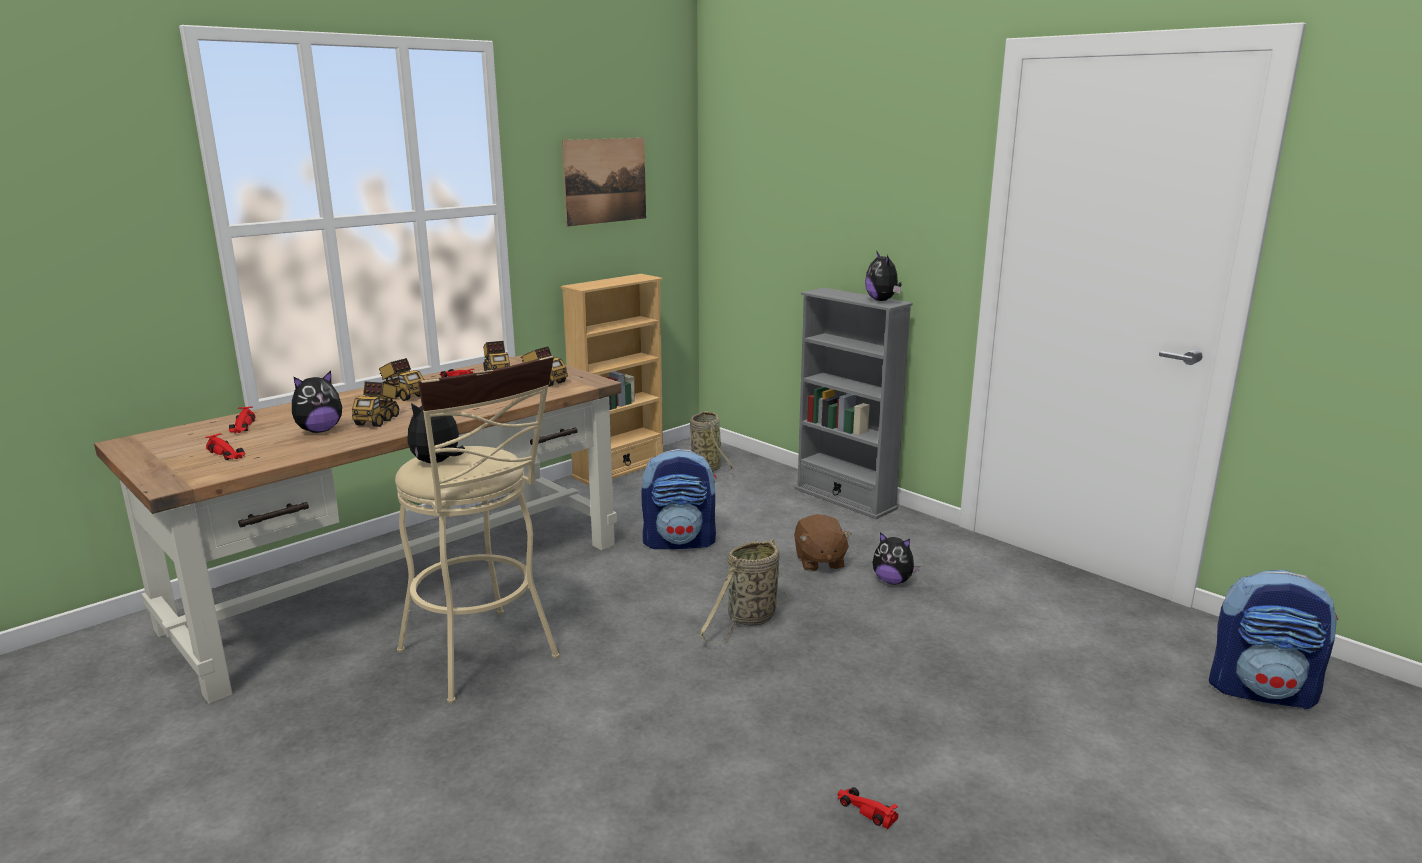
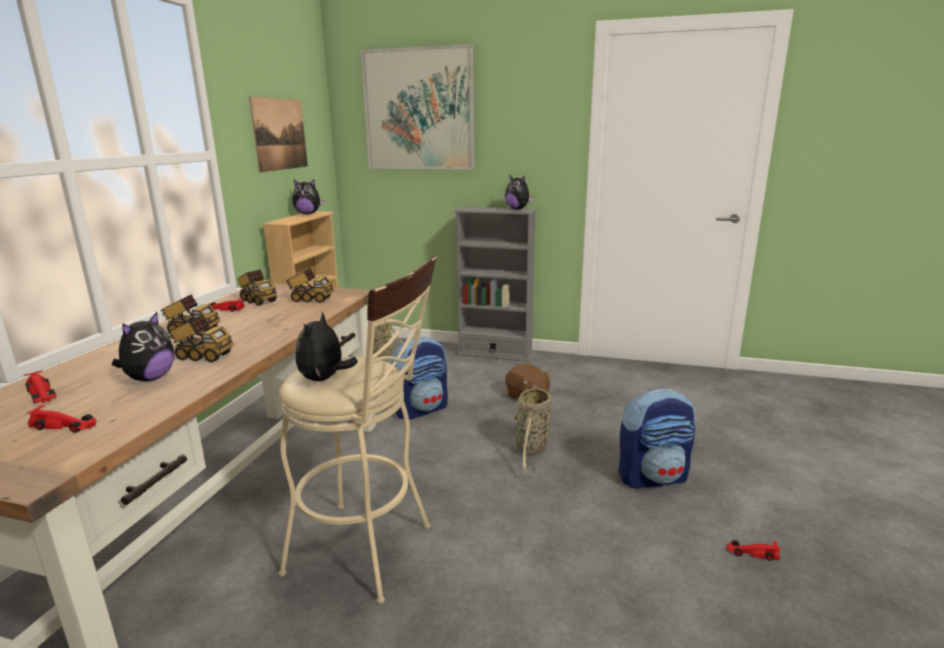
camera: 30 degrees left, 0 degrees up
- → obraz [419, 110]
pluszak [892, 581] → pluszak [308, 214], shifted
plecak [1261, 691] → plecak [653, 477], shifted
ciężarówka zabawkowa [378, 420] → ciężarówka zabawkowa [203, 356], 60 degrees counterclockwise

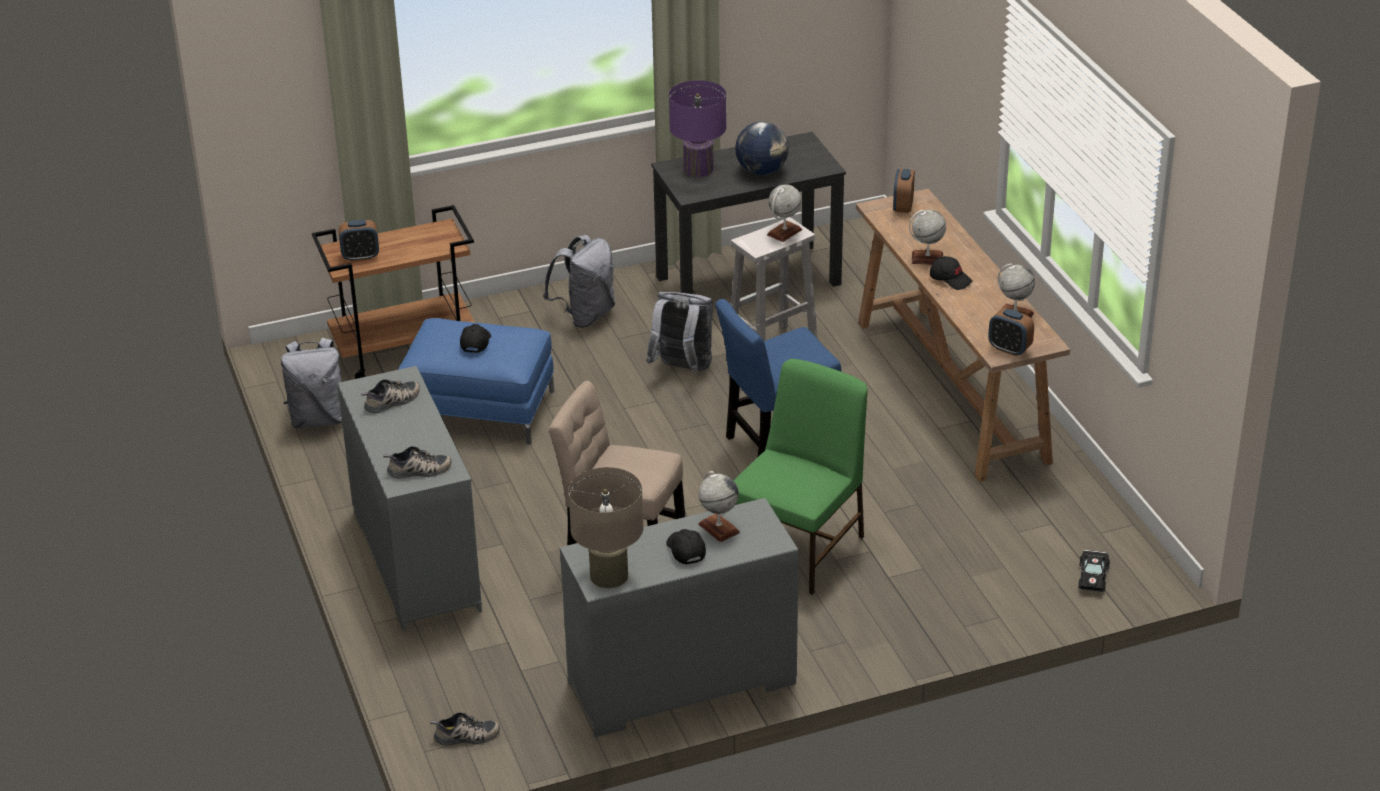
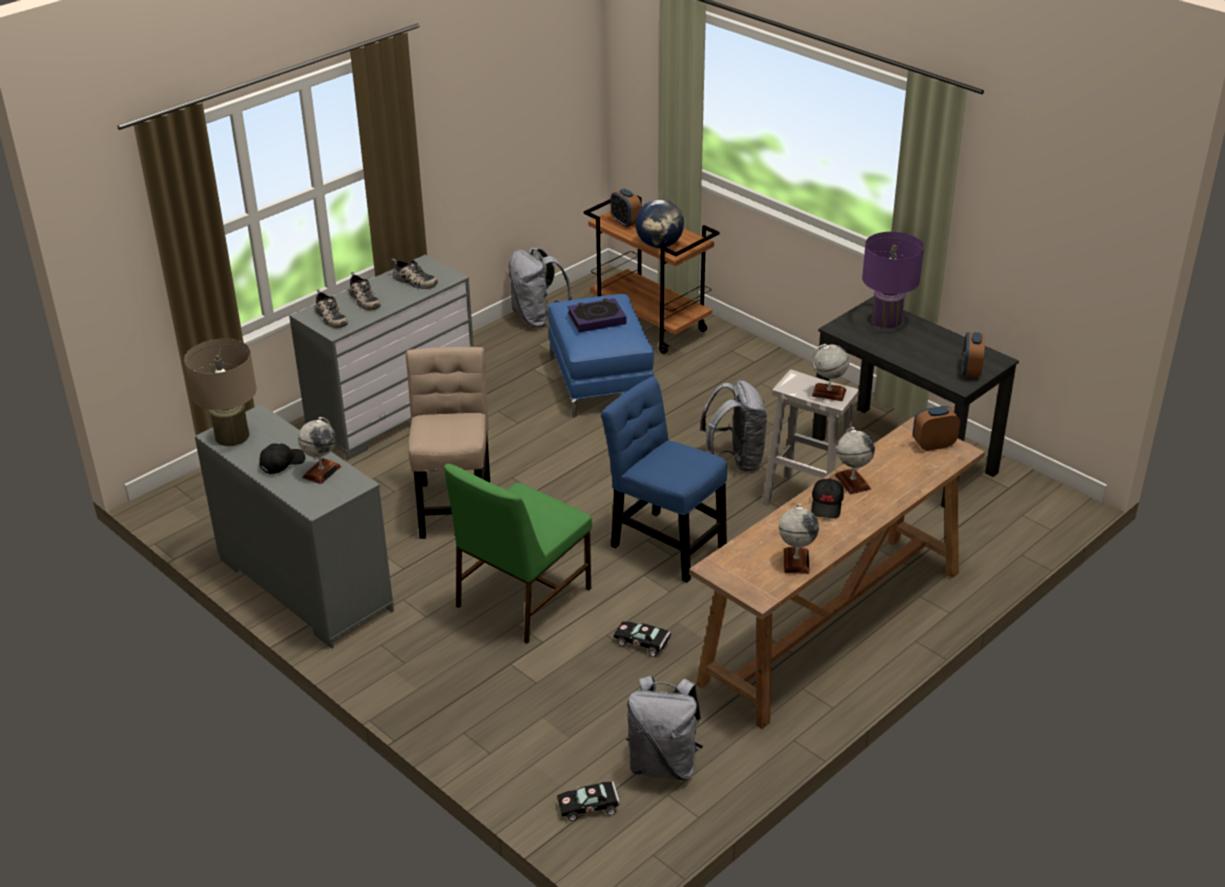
camera: 65 degrees right, 0 degrees up
- → samochodzik/czarny [644, 643]
but [466, 737] → but [363, 299], shifted
plecak/szary [585, 315] → plecak/szary [663, 764], shifted
globus [762, 171] → globus [659, 245], shifted
budzik [1009, 349] → budzik [970, 371], shifted
czapka z daszkiem/czarny [475, 342] → książka [596, 319]
krzesło/zielony [799, 548] → krzesło/zielony [521, 598], 120 degrees clockwise

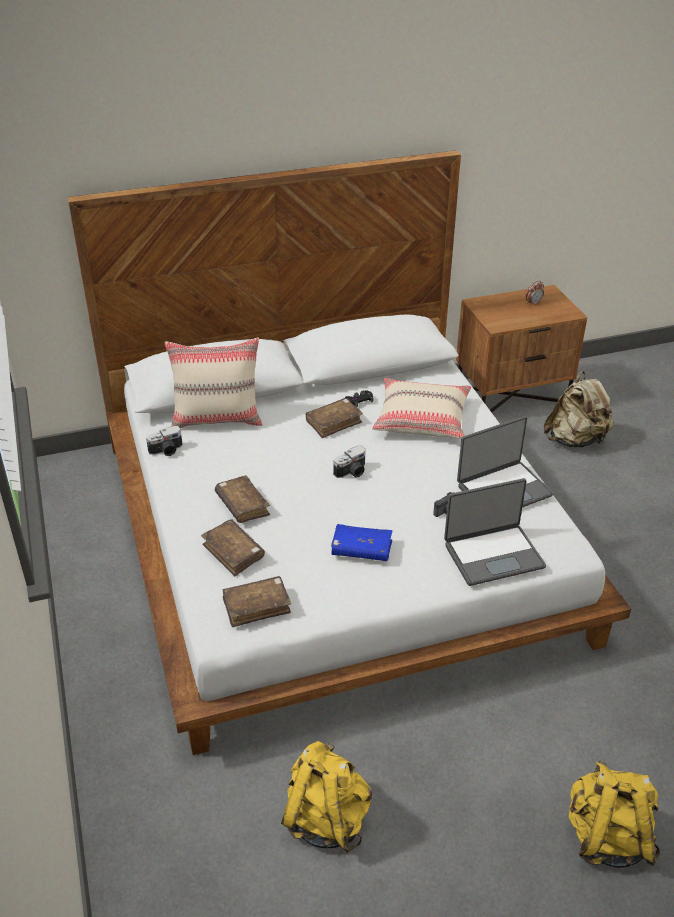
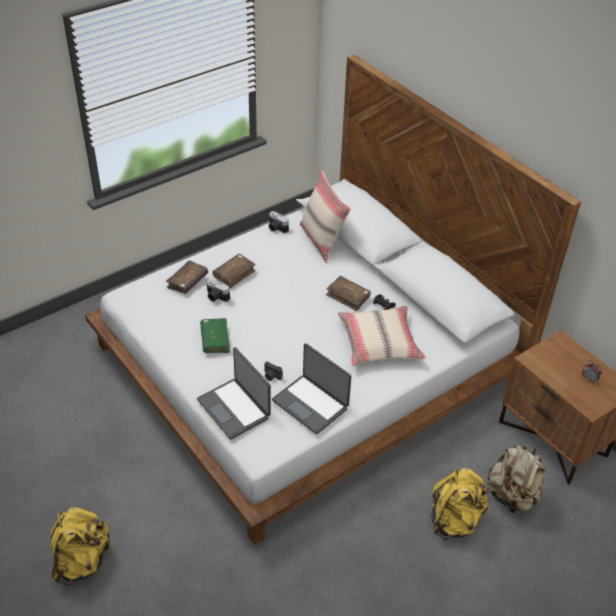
camera: 70 degrees right, 5 degrees up
książka/brązowy [256, 606] → -
plecak/żółty [326, 819] → plecak/żółty [455, 520], shifted
aparat fotograficzny [352, 472] → aparat fotograficzny [216, 297], shifted
książka/niebieski [361, 549] → książka/zielony [215, 340]

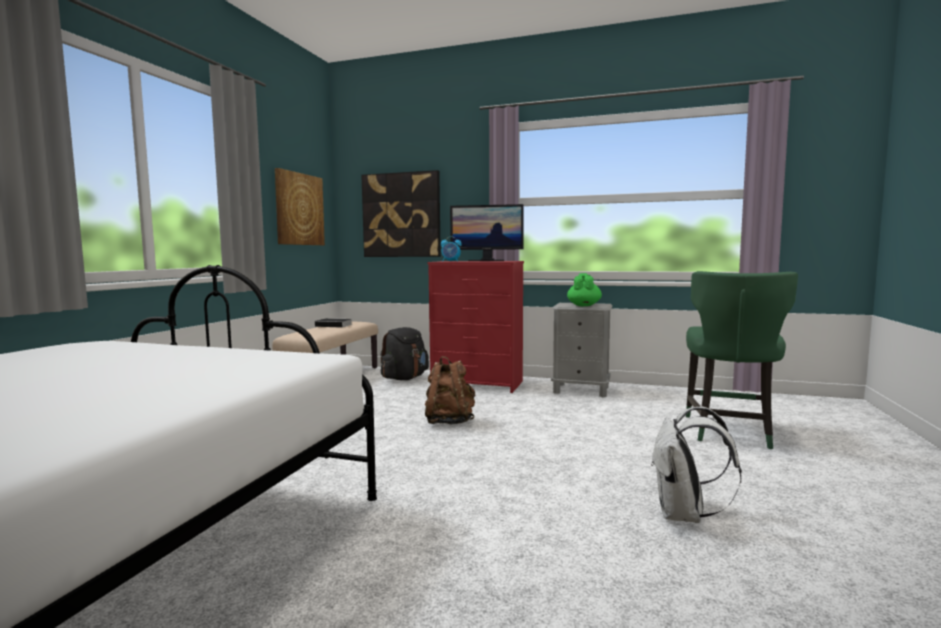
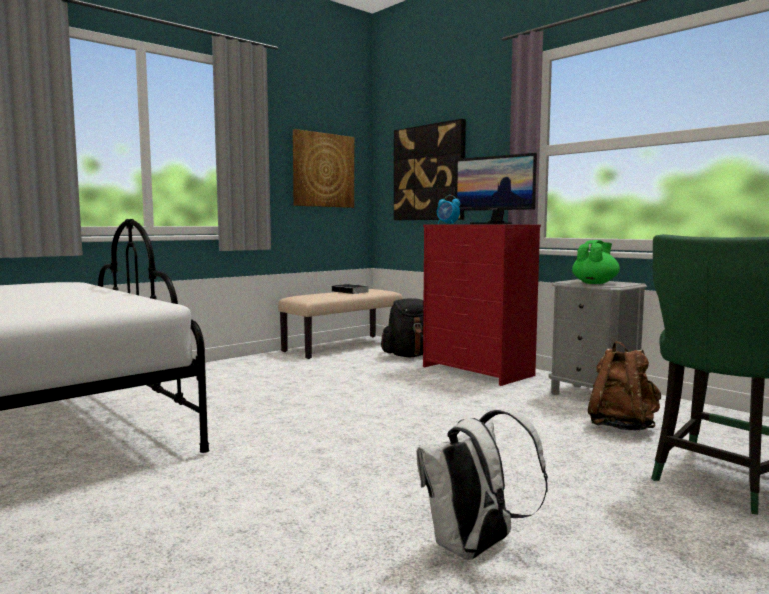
camera: 30 degrees right, 0 degrees up
plecak/brązowy [449, 422] → plecak/brązowy [622, 426], shifted

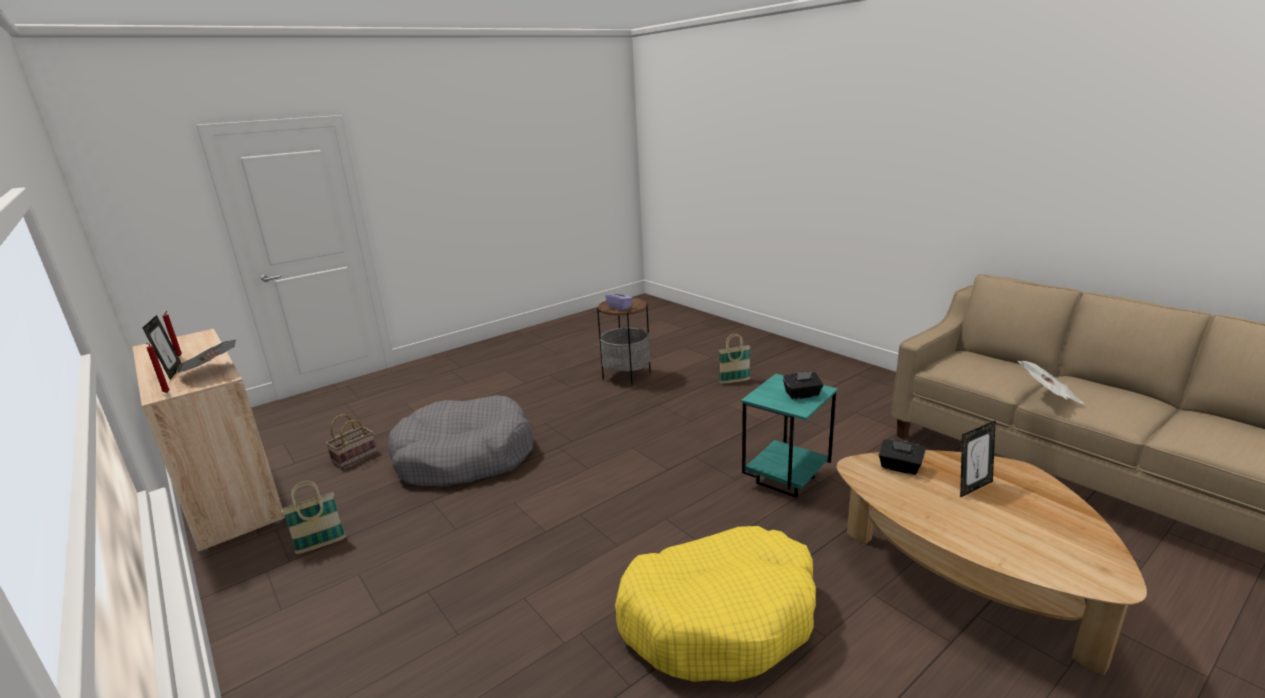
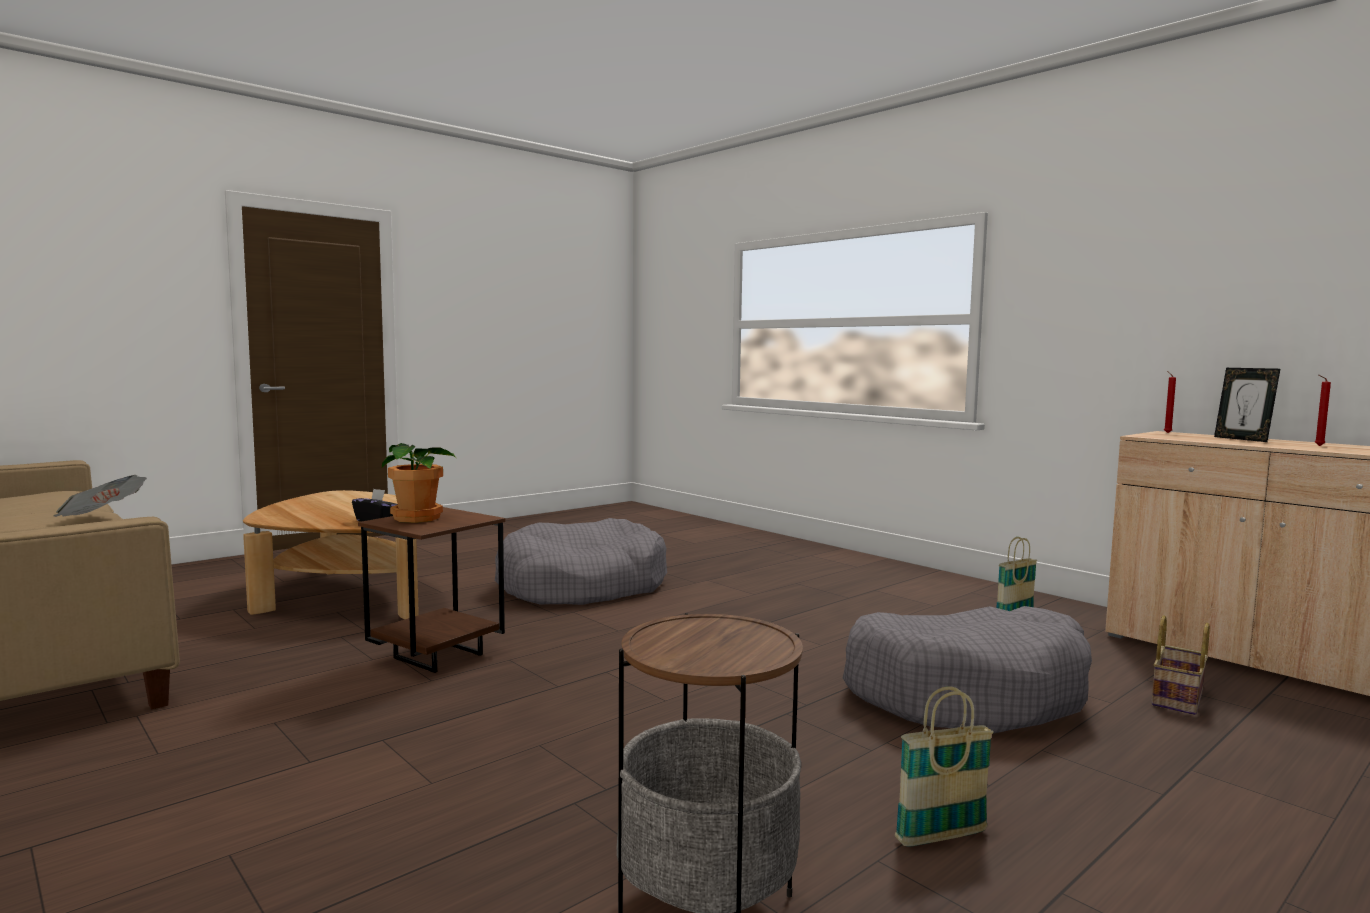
camera: 175 degrees right, 15 degrees down
gazeta [211, 371] → -
pudełko chusteczek/fioletowy [619, 307] → -
ramka na zdjęcie [972, 487] → -
koszyk [734, 381] → koszyk [941, 837], shifted
pudełko chusteczek/czarny [802, 395] → roślina doniczkowa [418, 518]
legowisko/żółty [720, 617] → legowisko/szary [581, 586]
stolik/turkusowy [787, 480] → stolik/brązowy [436, 657]

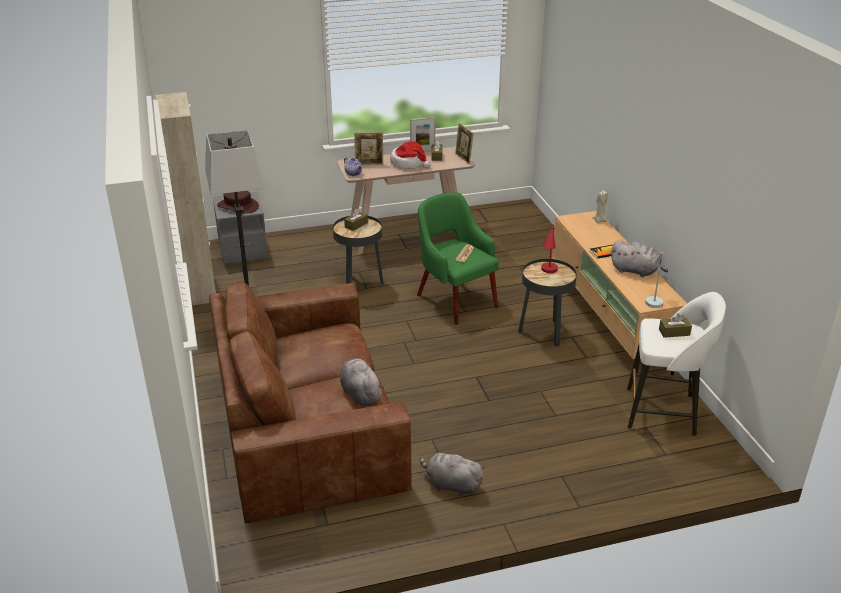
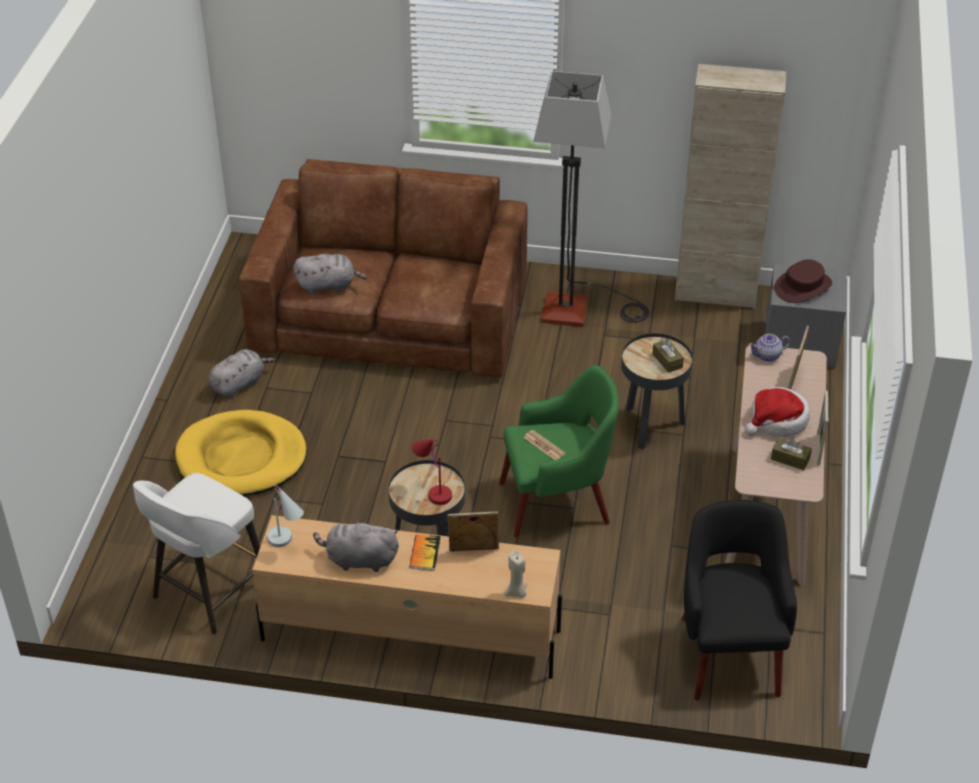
camera: 115 degrees right, 10 degrees up
pudełko chusteczek/brązowy [674, 332] → -
- → legowisko/żółty [241, 458]
- → fotel/czarny [729, 652]
ramka na zdjęcie [463, 159] → ramka na zdjęcie [473, 551], shifted
pluszak/szary [636, 271] → pluszak/szary [359, 560], 45 degrees clockwise

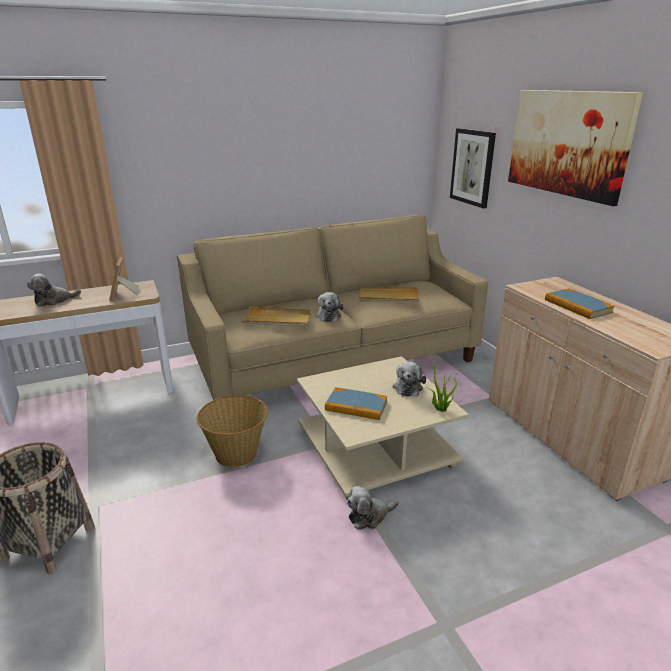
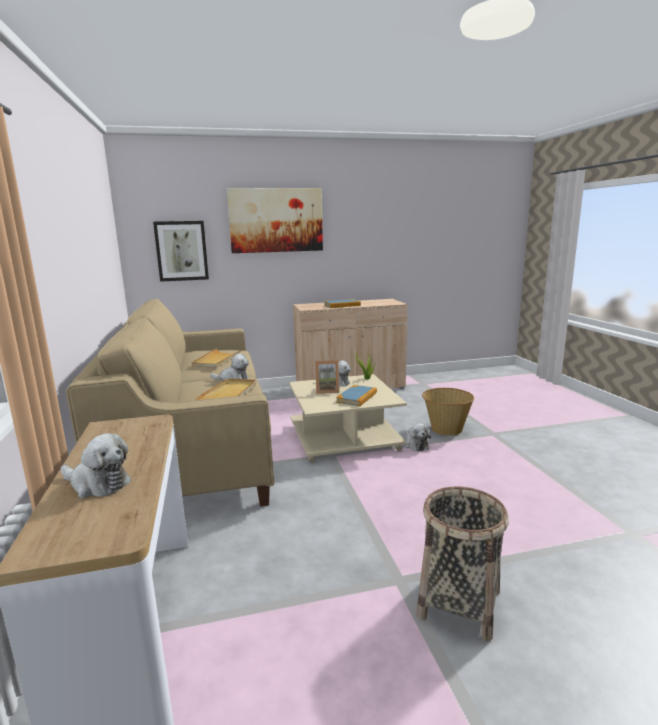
camera: 80 degrees left, 10 degrees down
ramka na zdjęcie [123, 295] → ramka na zdjęcie [327, 391], shifted
koszyk [236, 453] → koszyk [446, 429], shifted
pluszak [54, 300] → pluszak [98, 484], 45 degrees counterclockwise

